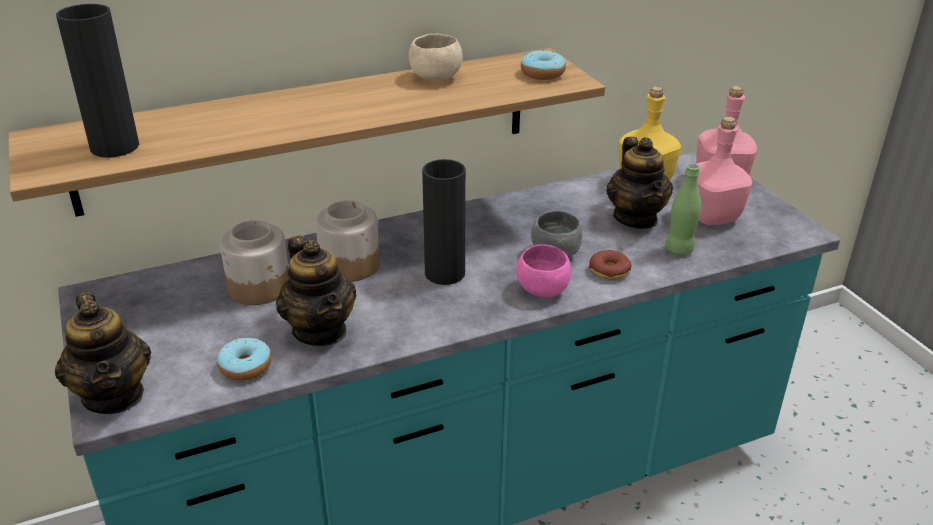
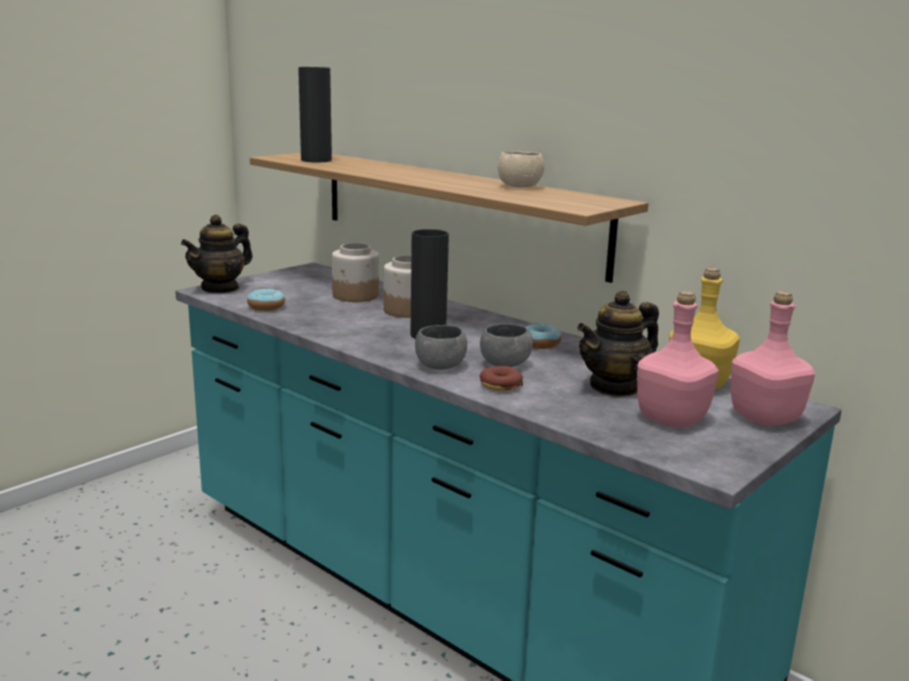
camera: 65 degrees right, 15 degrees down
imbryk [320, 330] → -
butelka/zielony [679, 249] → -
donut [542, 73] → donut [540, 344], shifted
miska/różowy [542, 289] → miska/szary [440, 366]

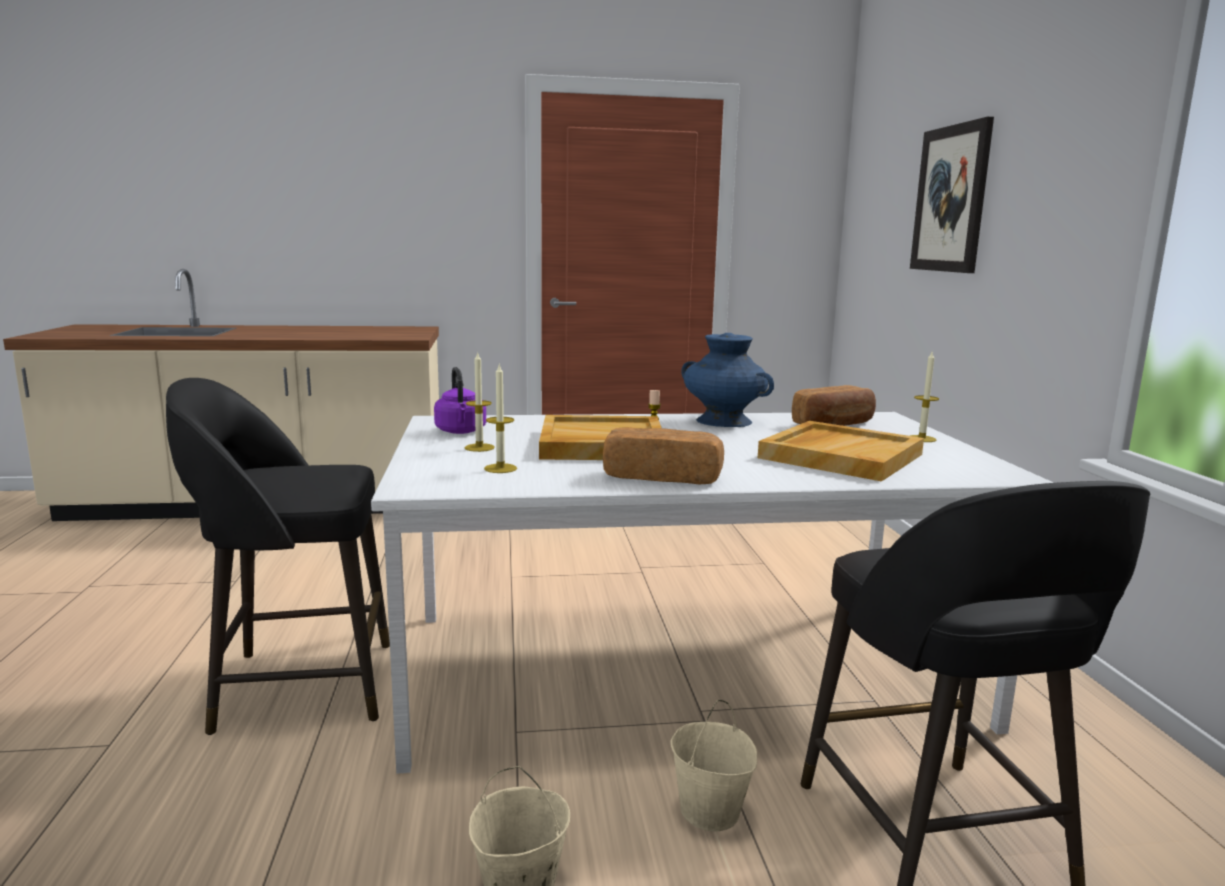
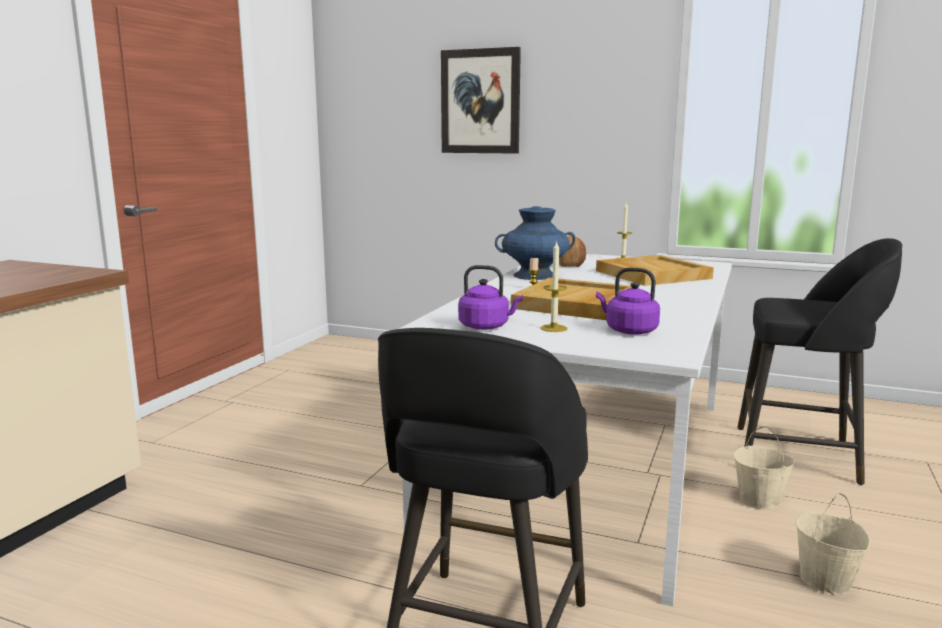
camera: 60 degrees left, 0 degrees up
chleb [662, 477] → -
świeca [500, 468] → czajnik/fioletowy [628, 330]

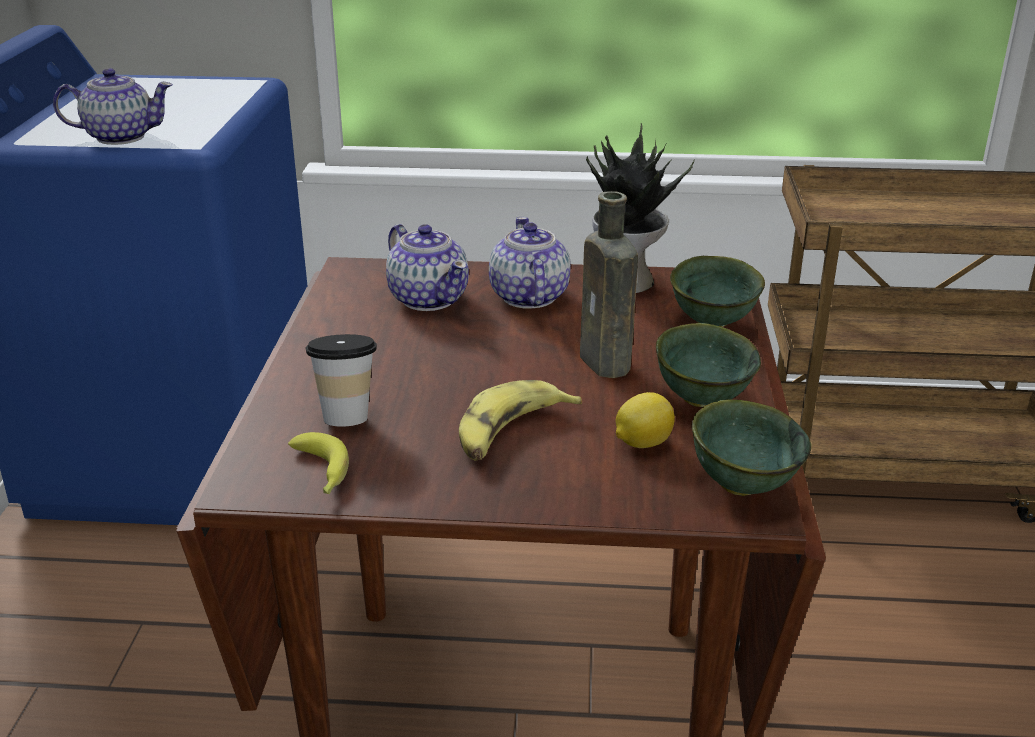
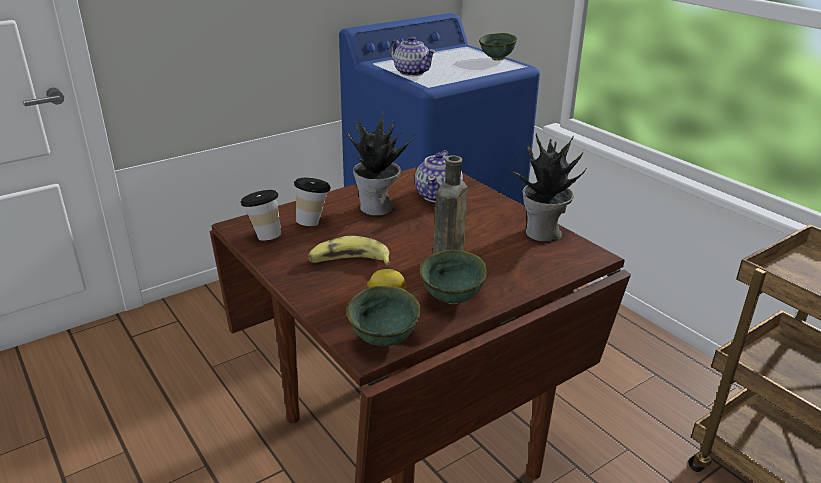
camera: 50 degrees right, 0 degrees up
imbryk [528, 297] → -
- → roślina doniczkowa [377, 208]
miska/zielony [714, 323] → miska/zielony [497, 59], shifted
banan [321, 474] → filiżanka [264, 236]

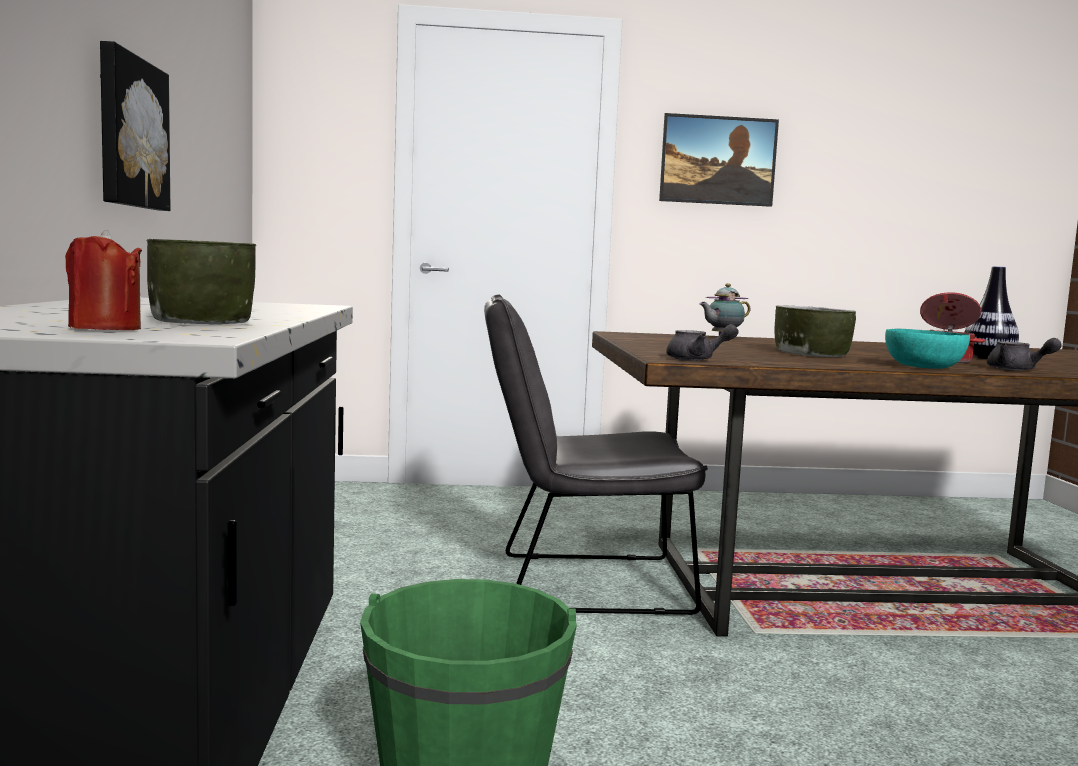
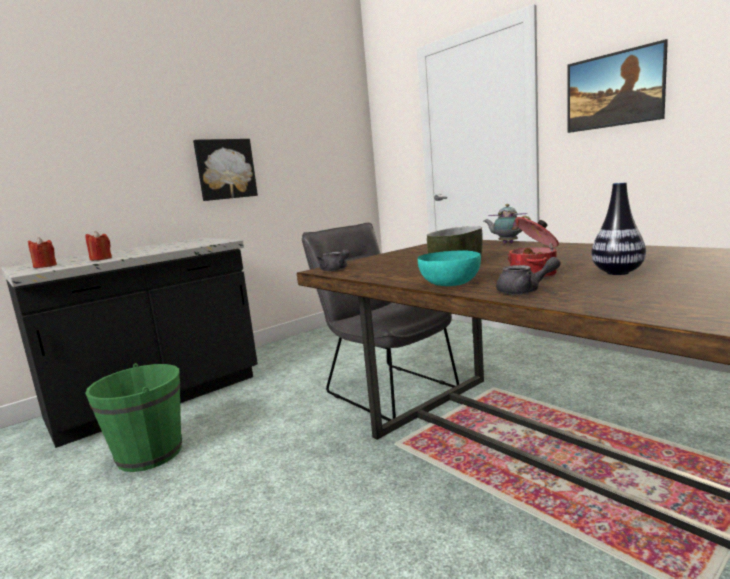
camera: 55 degrees right, 5 degrees up
miska [204, 320] → świeca/czerwony [101, 259]
imbryk/szary [1017, 370] → imbryk/szary [525, 291], 105 degrees counterclockwise

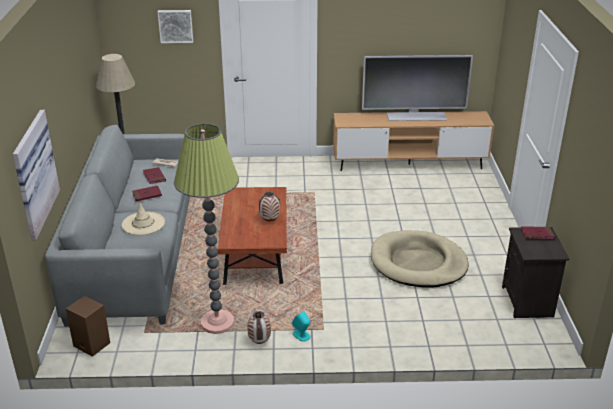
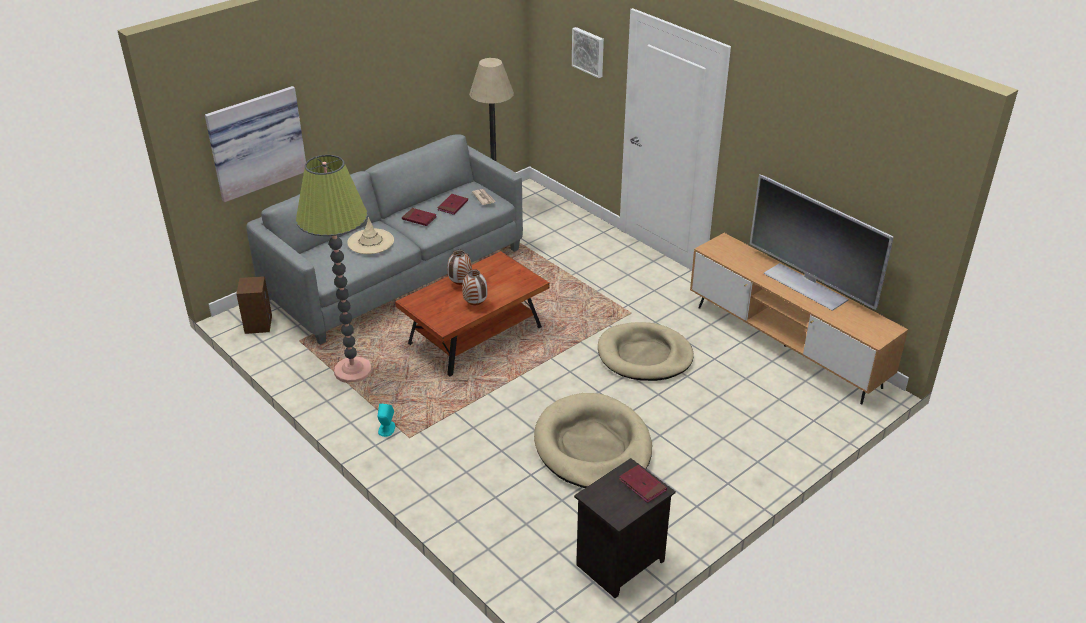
camera: 50 degrees right, 5 degrees up
- → legowisko/beżowy [644, 356]
wazon [260, 342] → wazon [460, 284], shifted

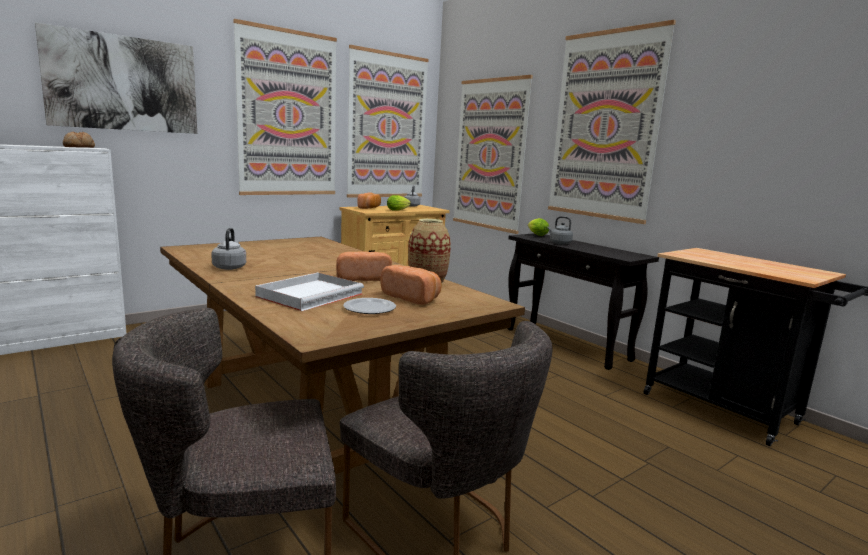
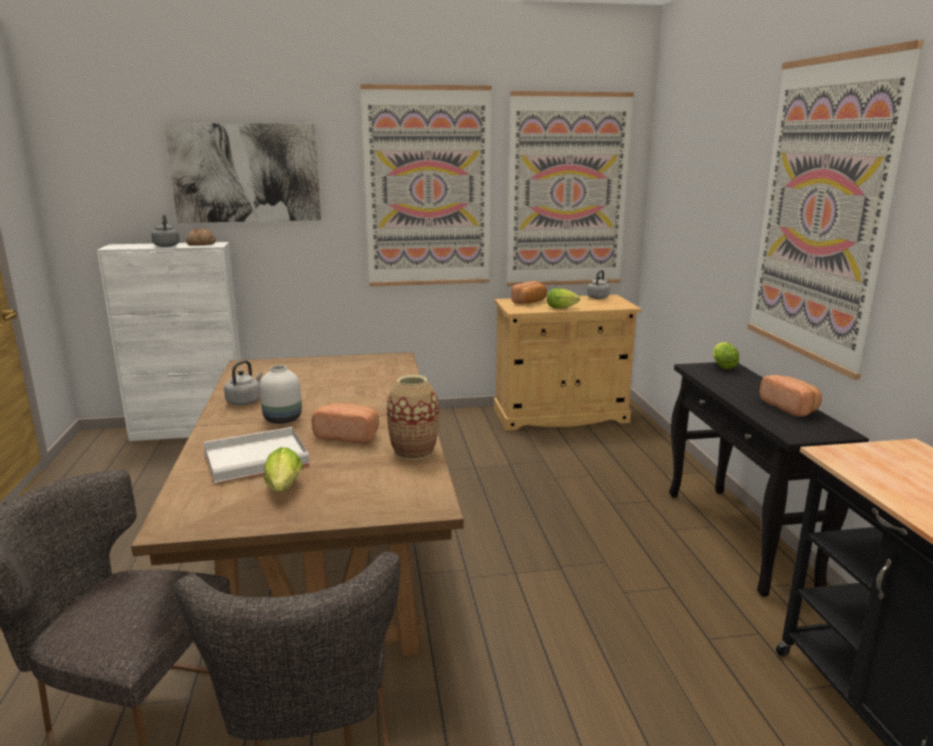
camera: 30 degrees right, 5 degrees up
obraz [489, 154] → -
- → wazon/biały [282, 419]
chleb [412, 298] → chleb [790, 408], shifted
czajnik/szary [559, 243] → czajnik/szary [166, 245], shifted
talerz [370, 308] → sałata [283, 490]

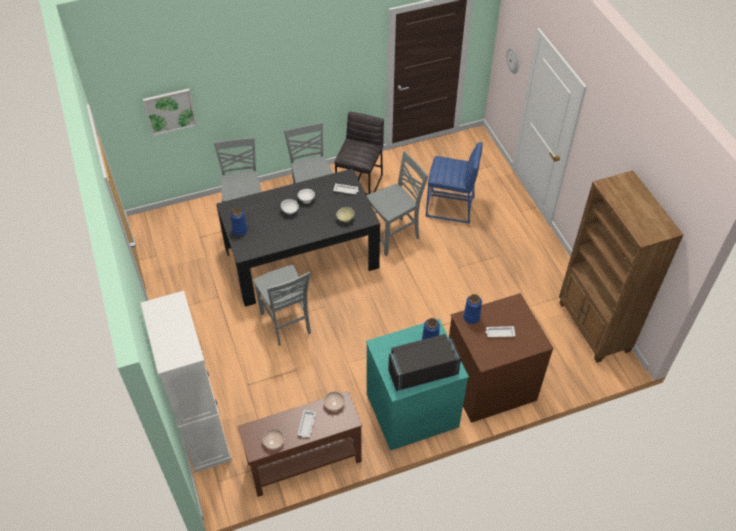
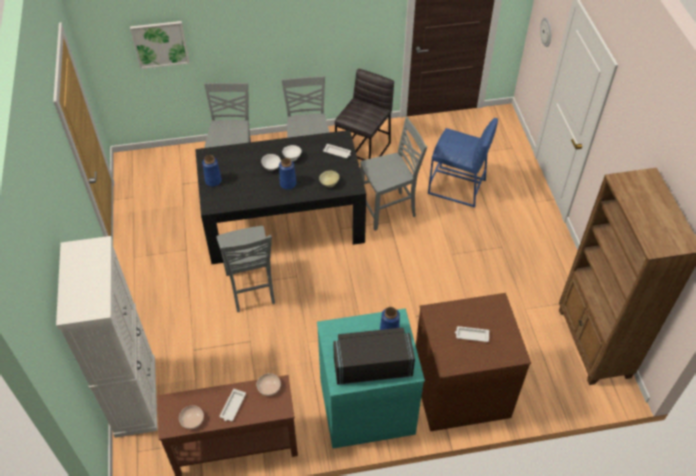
camera: 10 degrees right, 0 degrees up
wazon/niebieski [471, 317] → wazon/niebieski [288, 183], shifted

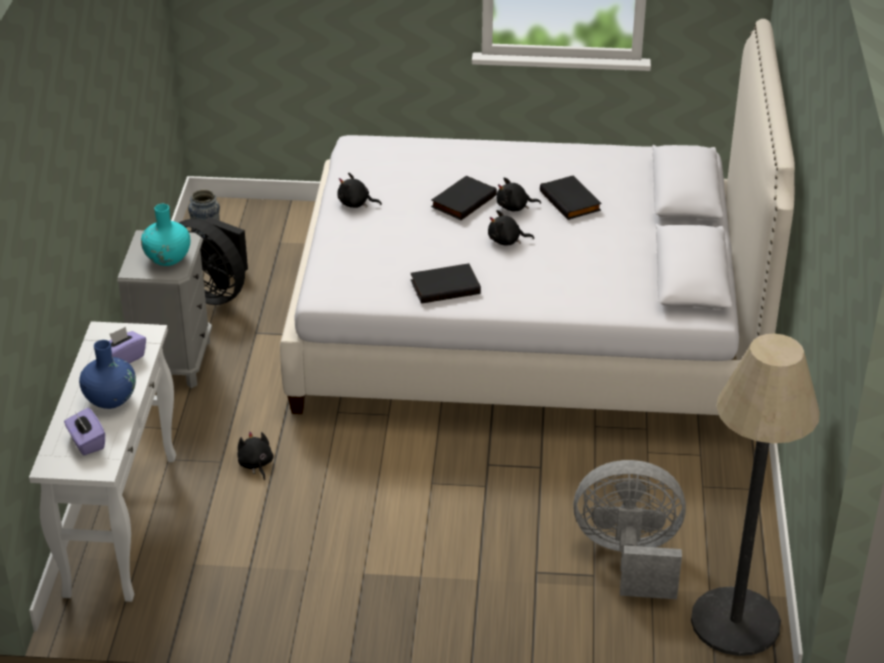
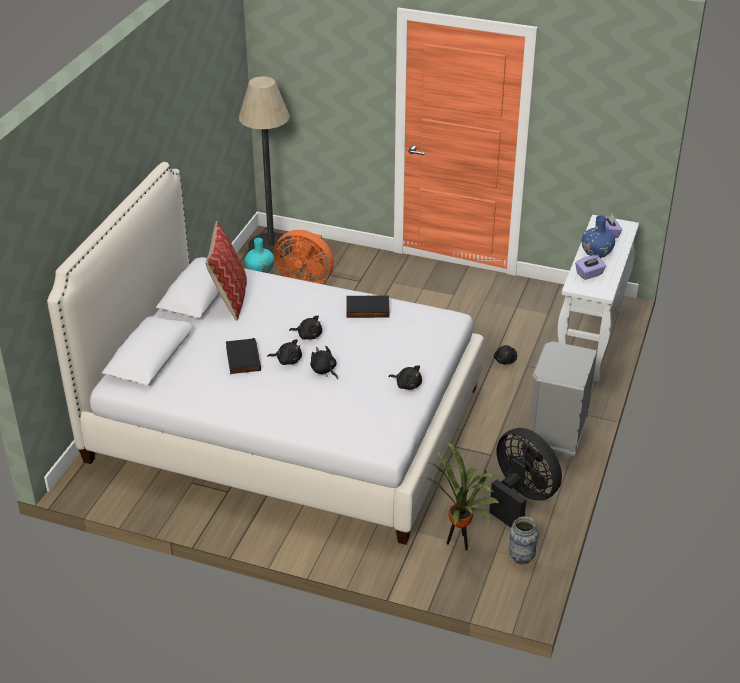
camera: 165 degrees left, 0 degrees up
- → poduszka [229, 299]
- → roślina doniczkowa [459, 544]
wazon/turkusowy [168, 258] → wazon/turkusowy [260, 270], shifted
książka/czarny [463, 200] → pluszak/czarny [324, 370]
wentylator/szary [629, 557] → wentylator/pomarańczowy [305, 279]

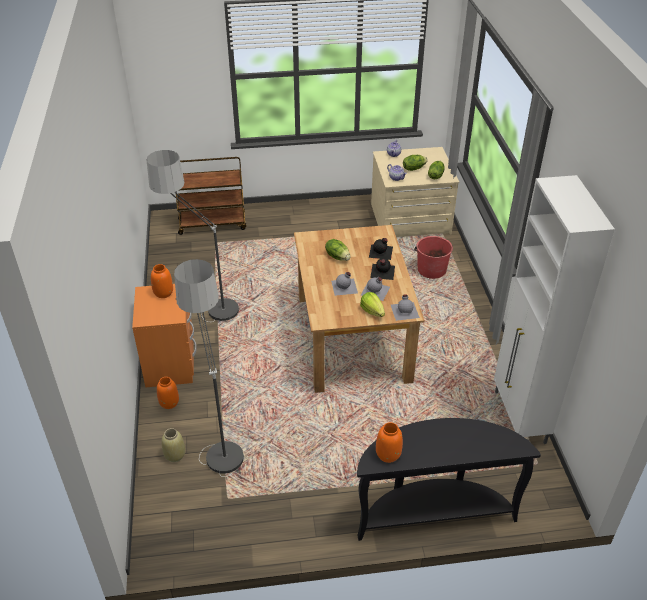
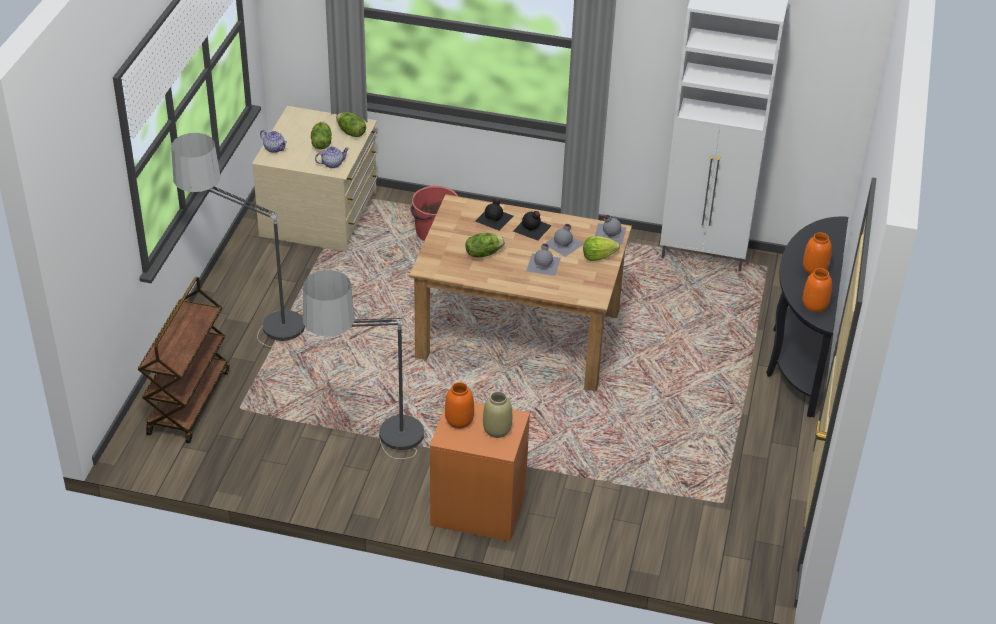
camera: 70 degrees left, 0 degrees up
wazon/pomarańczowy [169, 402] → wazon/pomarańczowy [814, 269], shifted
wazon/beżowy [175, 455] → wazon/beżowy [497, 429], shifted
lampa stojąca [218, 436] → lampa stojąca [249, 327], shifted

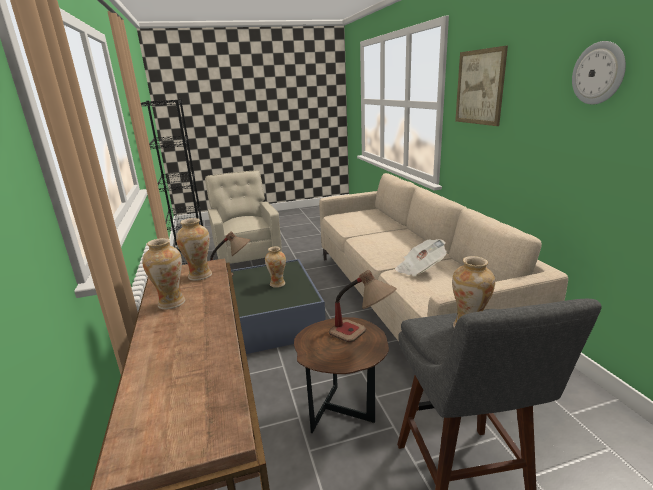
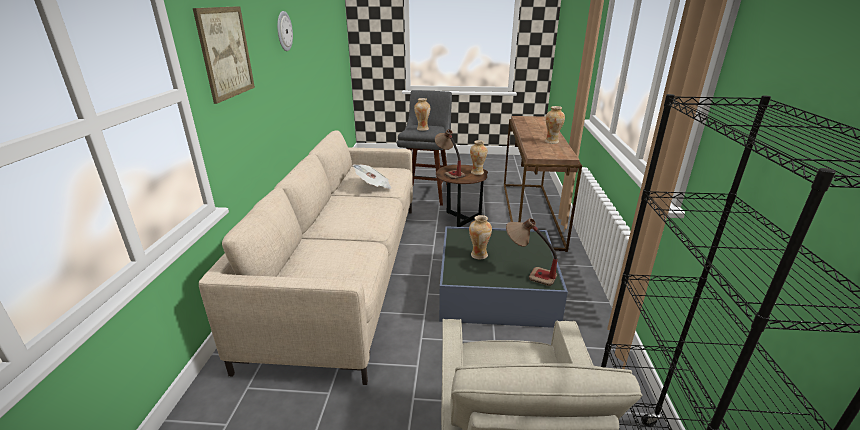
camera: 160 degrees left, 5 degrees up
wazon [200, 275] → wazon [477, 172], shifted

